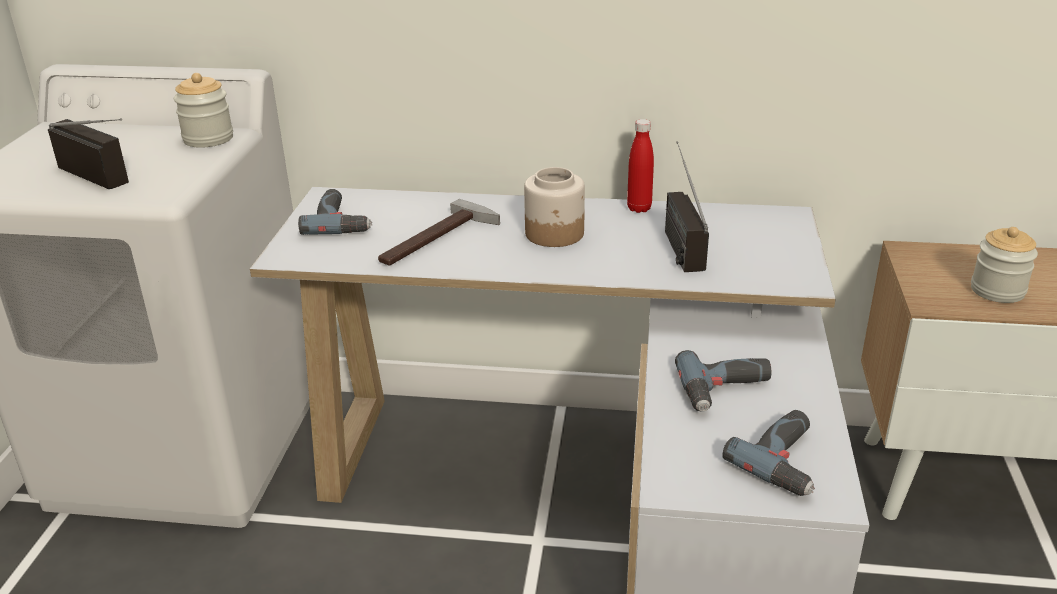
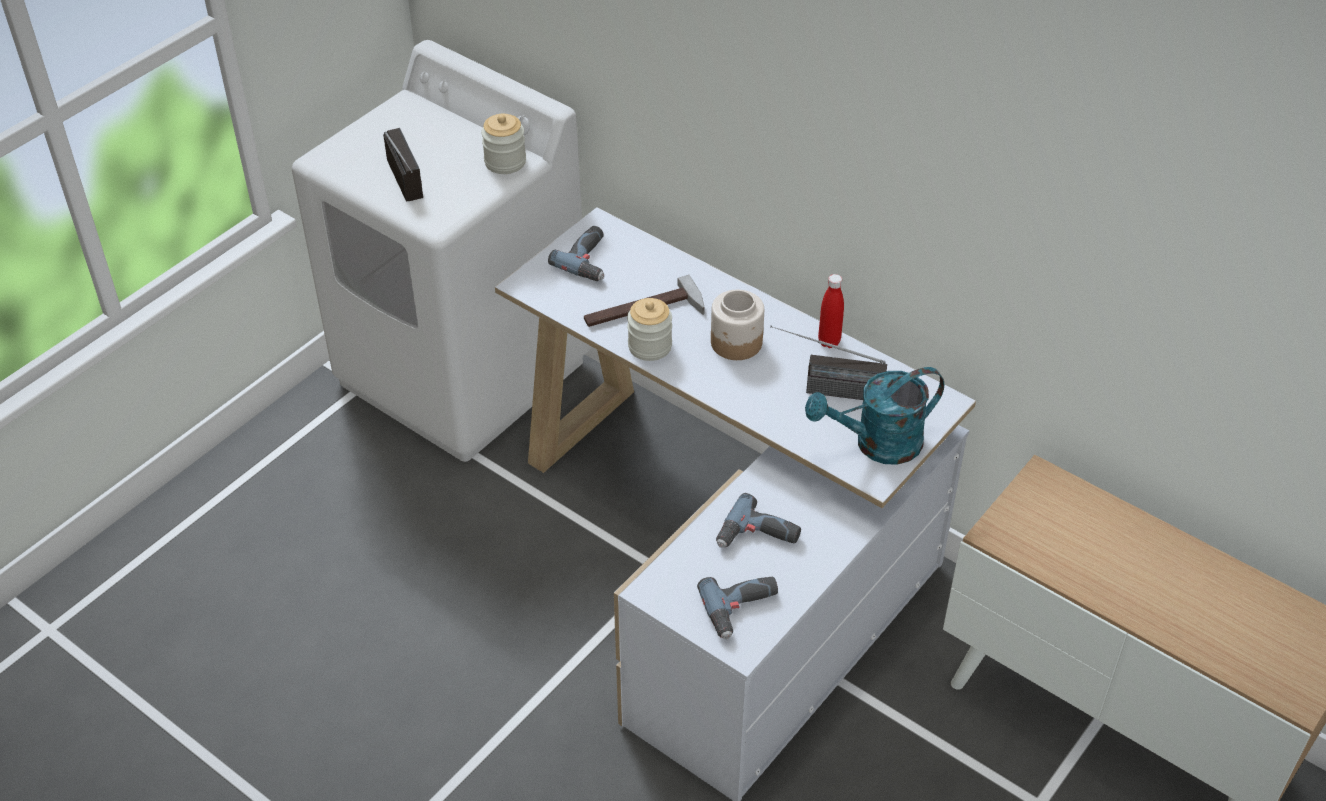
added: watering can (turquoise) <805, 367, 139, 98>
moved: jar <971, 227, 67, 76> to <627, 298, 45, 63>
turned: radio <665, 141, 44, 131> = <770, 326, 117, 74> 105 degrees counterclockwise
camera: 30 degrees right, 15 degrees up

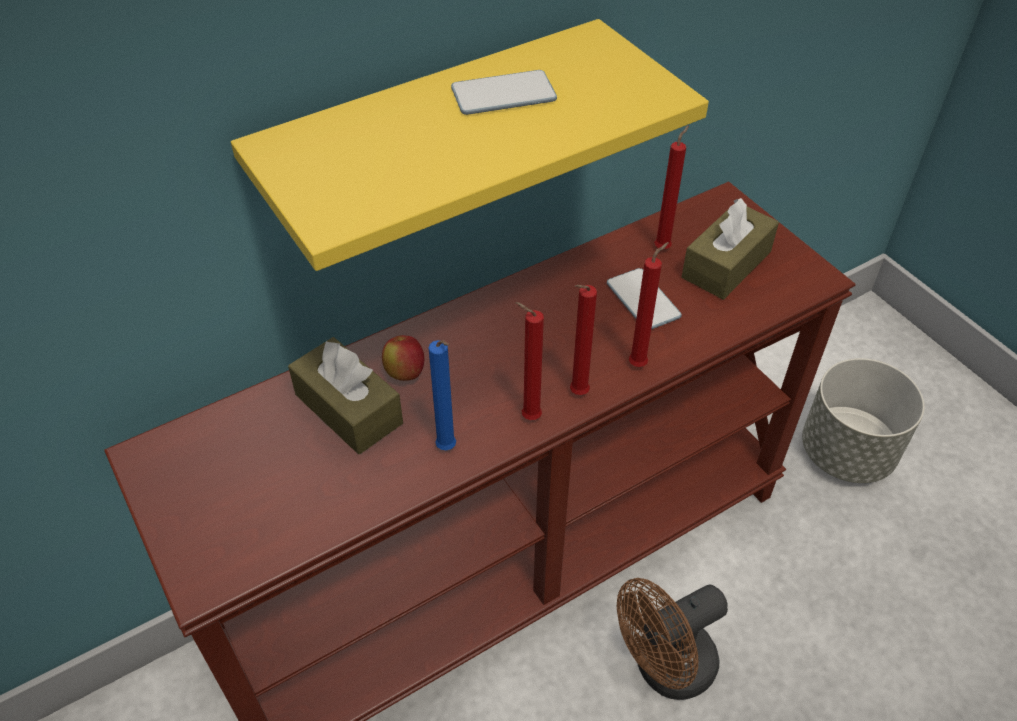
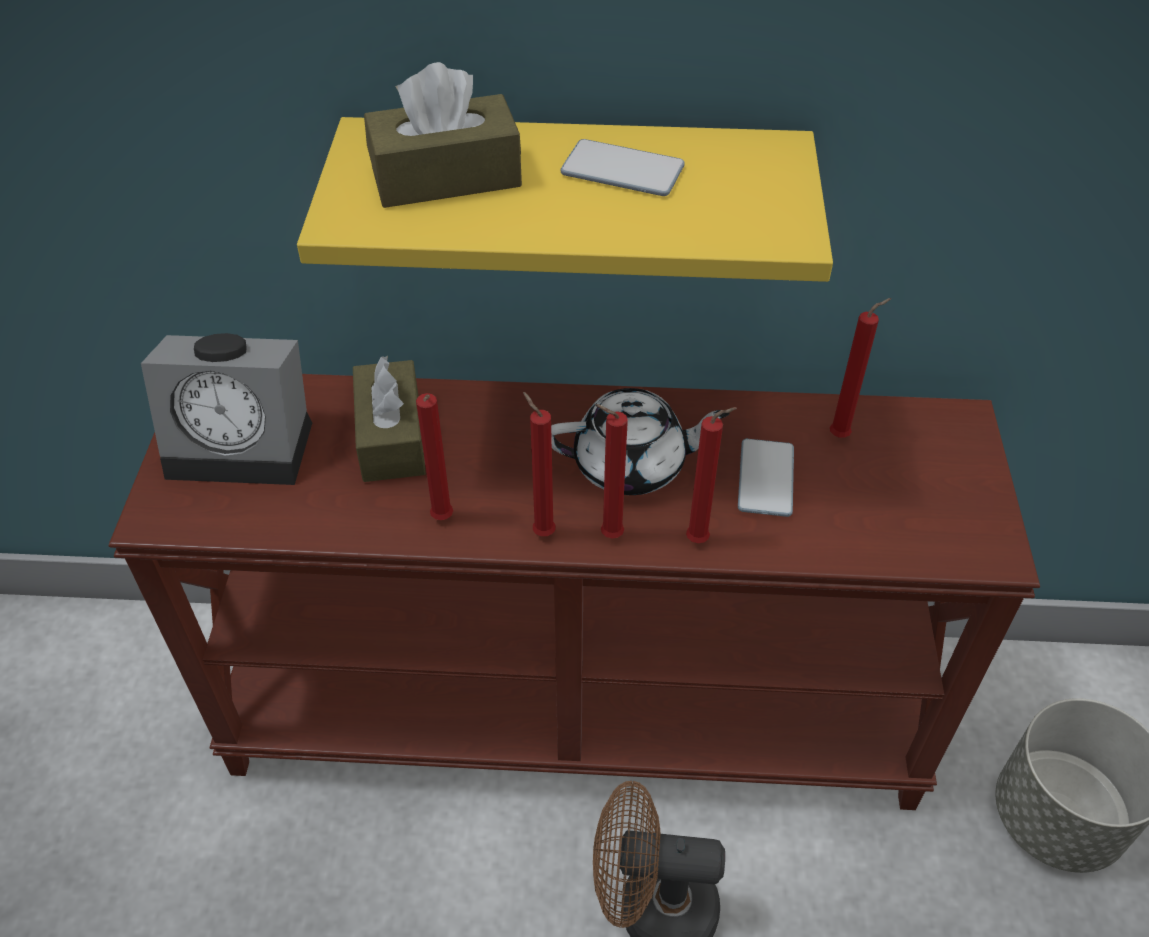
removed: apple <382, 335, 42, 46>
added: alarm clock <141, 333, 171, 152>; teapot (white) <551, 388, 179, 107>
moved: tissue box (brown) <682, 198, 97, 102> to <364, 62, 158, 146>
recoloured: candle (blue) <429, 340, 27, 110> to candle (red) <416, 393, 37, 127>
camera: 35 degrees right, 0 degrees up

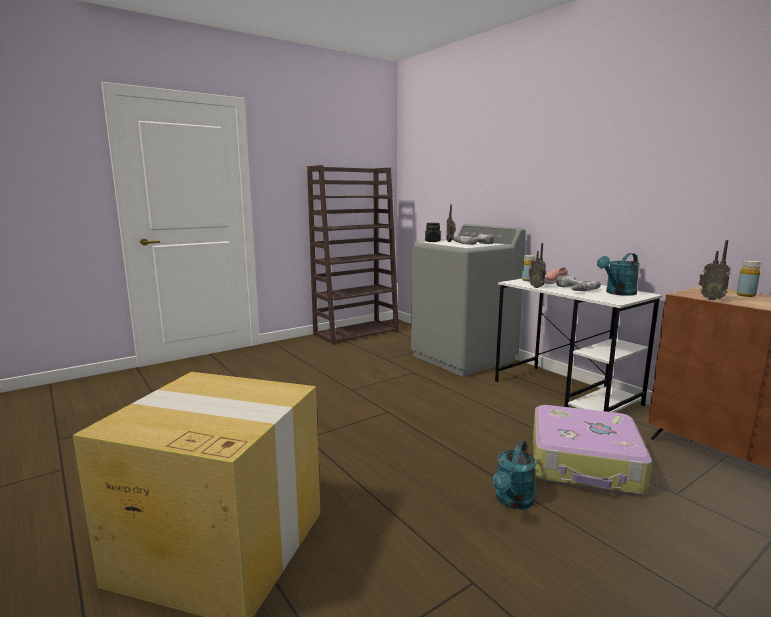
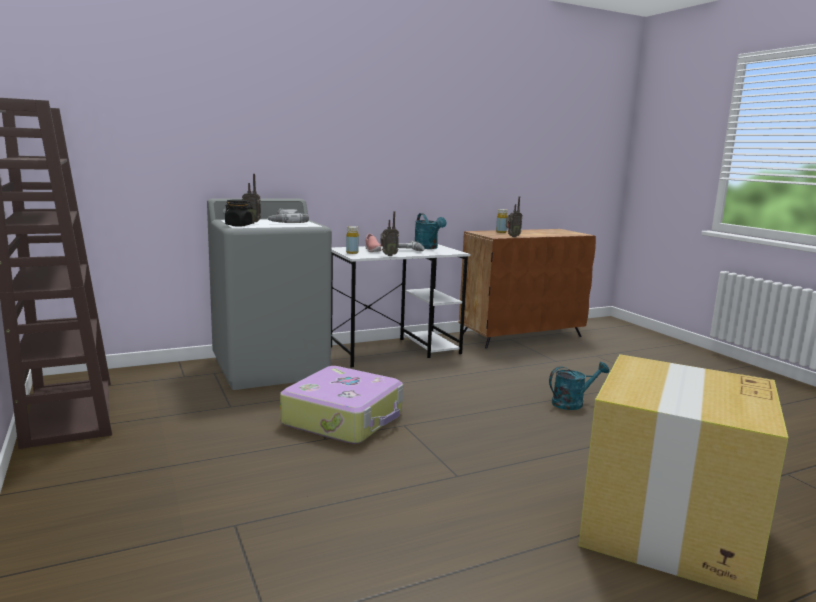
moved: suitcase <533, 405, 119, 90> to <280, 366, 123, 78>
turned: watering can (turquoise) <492, 440, 44, 69> = <549, 362, 60, 48> 60 degrees counterclockwise
camera: 80 degrees left, 0 degrees up

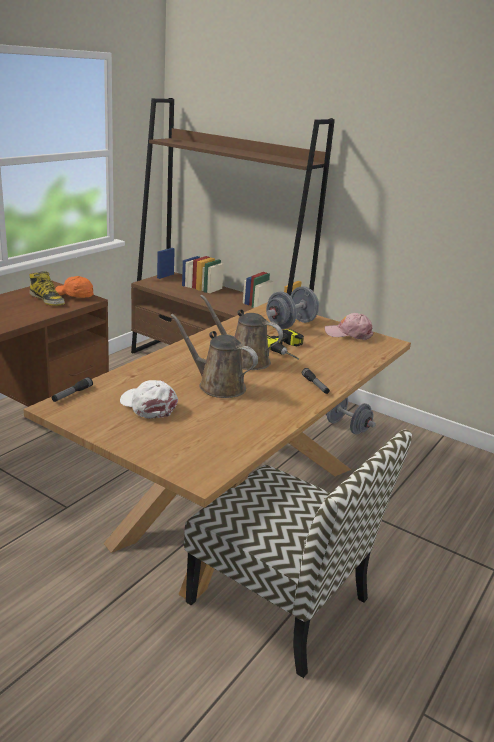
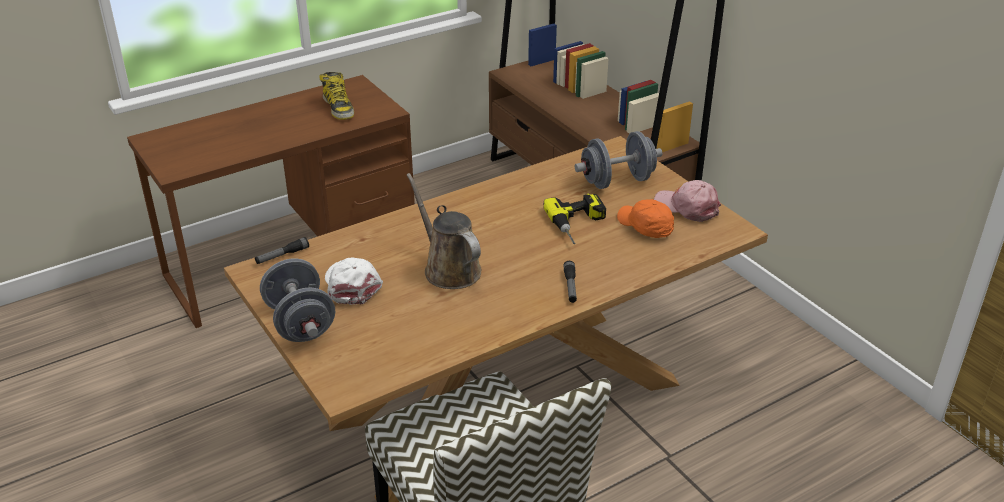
removed: watering can (brown) <200, 295, 83, 75>
moved: cap (orange) <55, 276, 39, 22> to <617, 199, 57, 39>; dumbbell (grey) <326, 397, 50, 37> to <260, 258, 75, 84>
camera: 25 degrees right, 10 degrees up

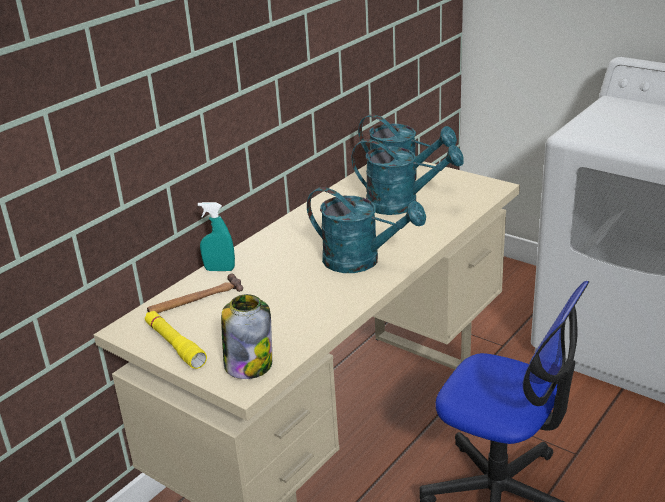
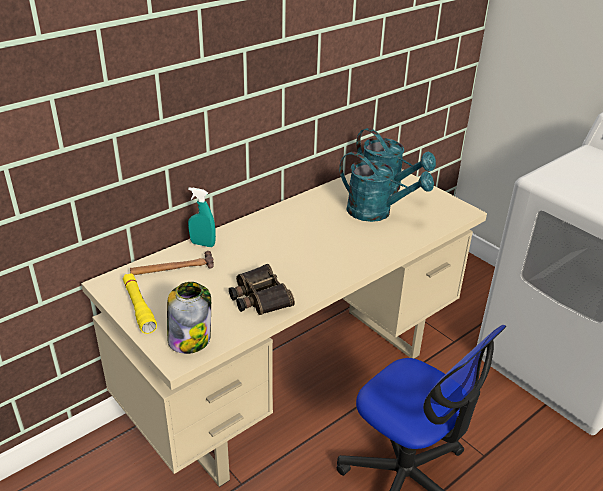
removed: watering can (turquoise) <307, 187, 119, 86>
added: binoculars <229, 264, 66, 51>
camera: 10 degrees right, 5 degrees up

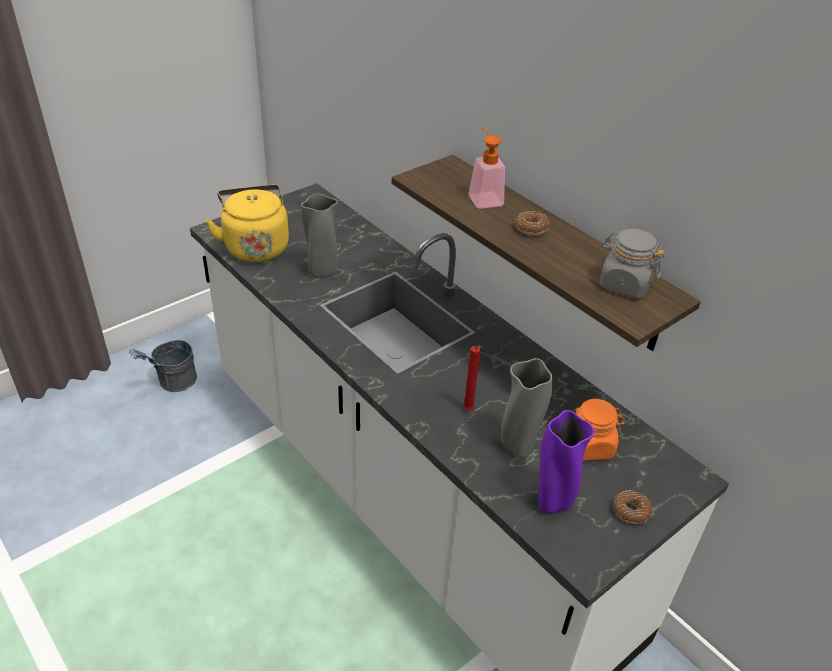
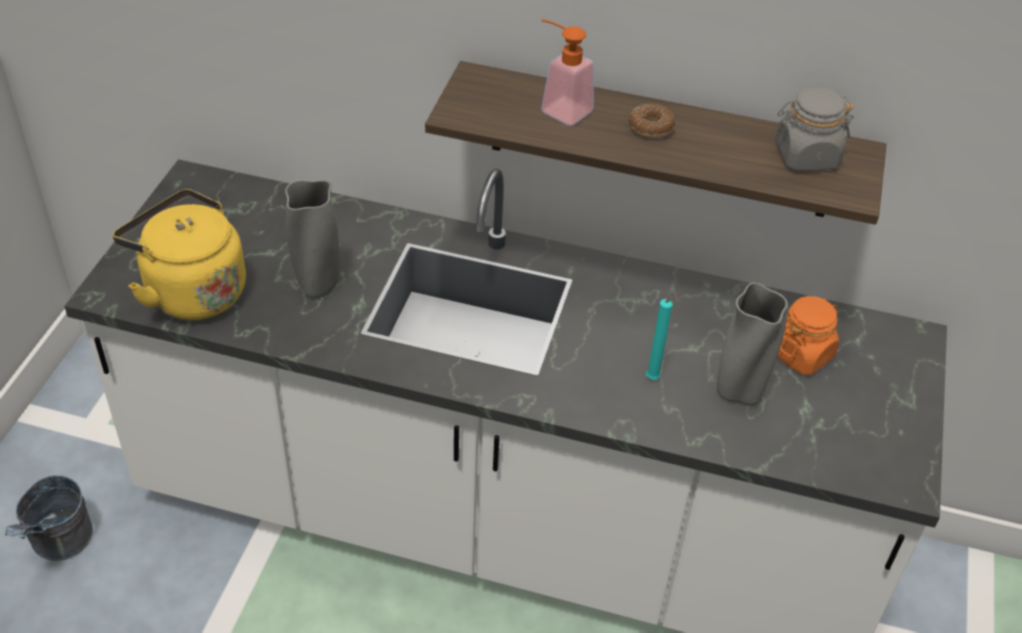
removed: vase (purple) <538, 410, 56, 104>; donut <613, 490, 40, 34>
recoloured: candle (red) <463, 345, 20, 66> to candle (turquoise) <646, 297, 35, 83>
camera: 35 degrees left, 5 degrees up

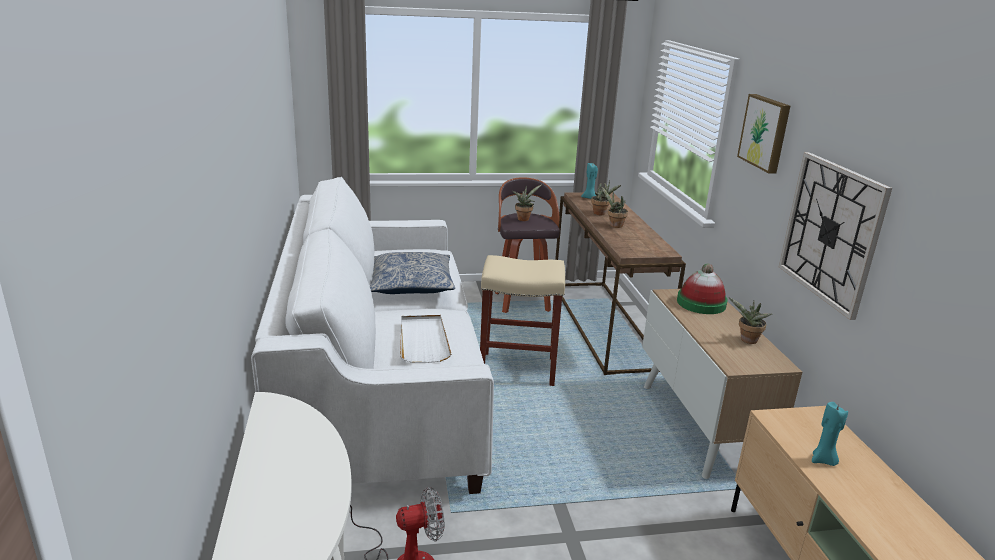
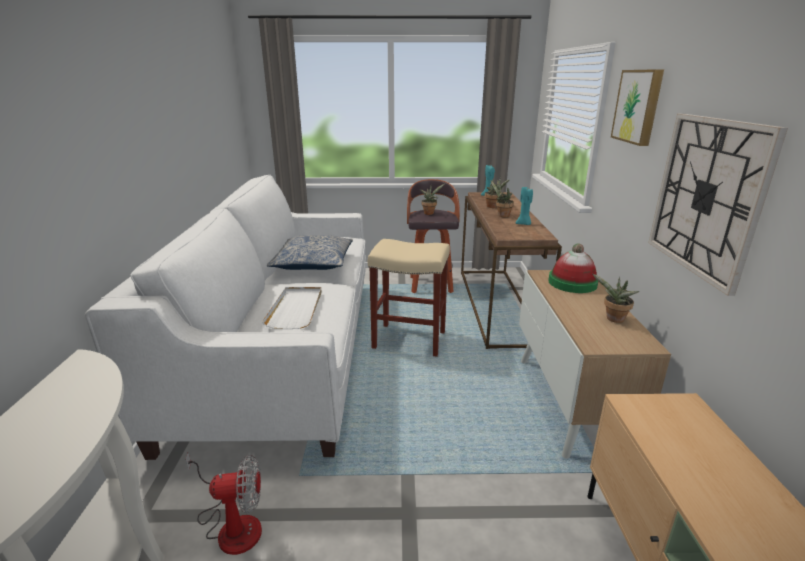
moved: candle (turquoise) <812, 402, 36, 64> to <516, 187, 17, 38>
camera: 10 degrees right, 0 degrees up

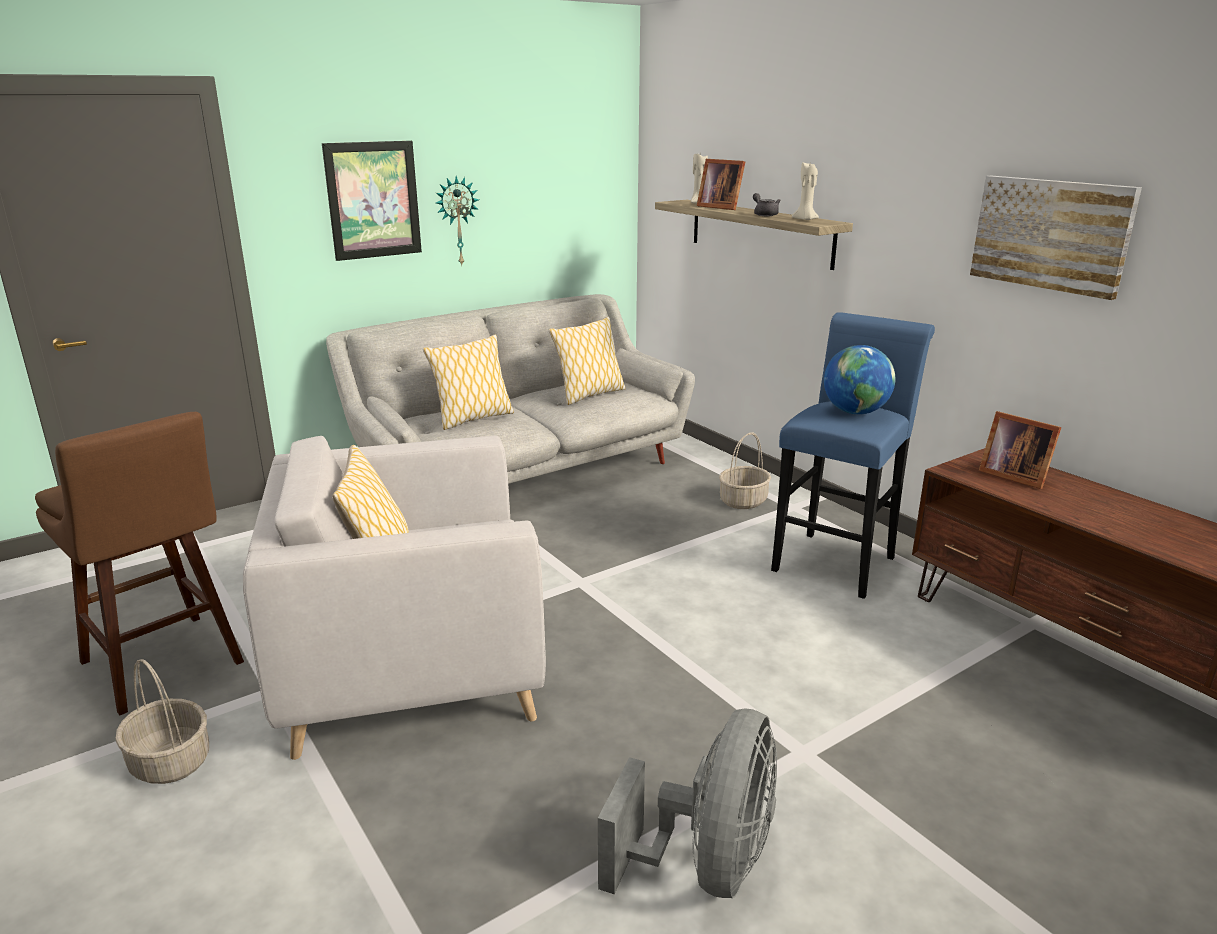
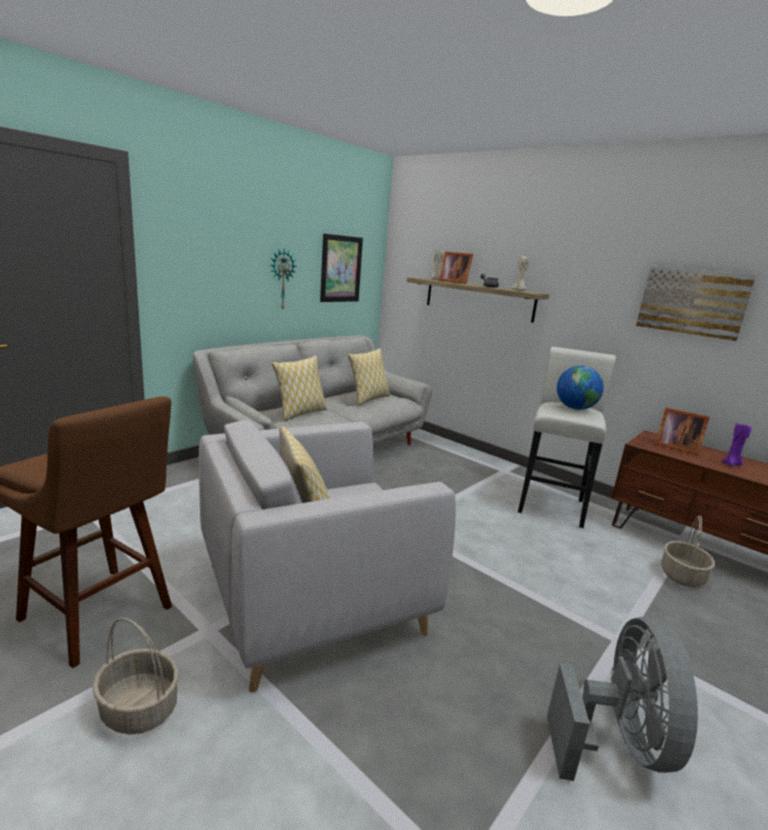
added: candle (purple) <722, 423, 29, 43>
moved: picture <322, 141, 100, 120> to <320, 233, 43, 69>; basket <719, 432, 52, 77> to <661, 515, 54, 72>
recoloured: stool (blue) <771, 312, 164, 287> to stool (white) <518, 347, 98, 181>
camera: 15 degrees left, 5 degrees down

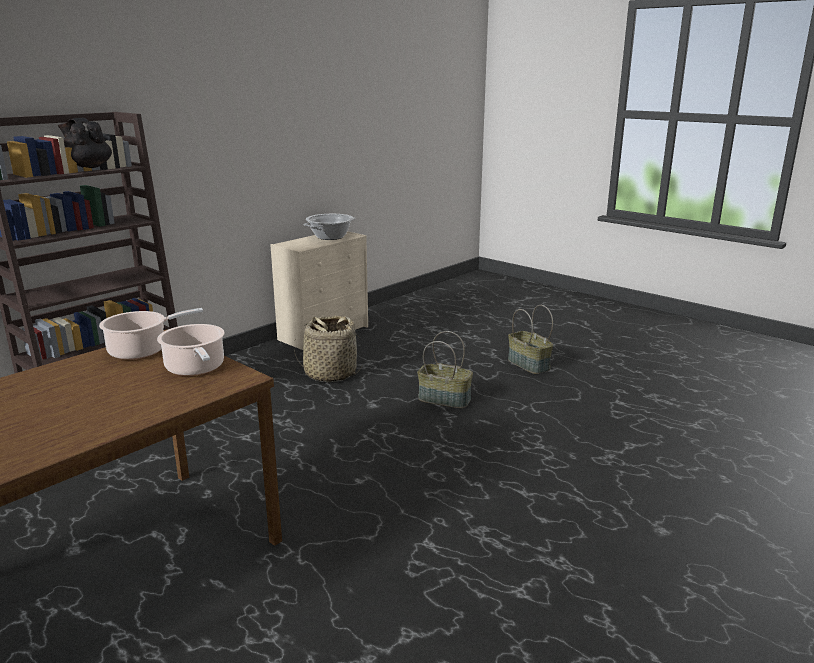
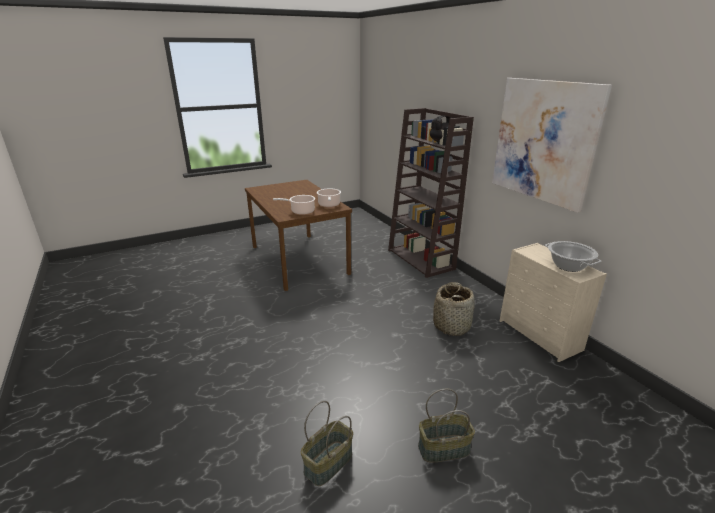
added: picture <492, 78, 120, 135>
moved: basket <417, 331, 56, 77> to <301, 401, 52, 85>
camera: 110 degrees right, 5 degrees up

